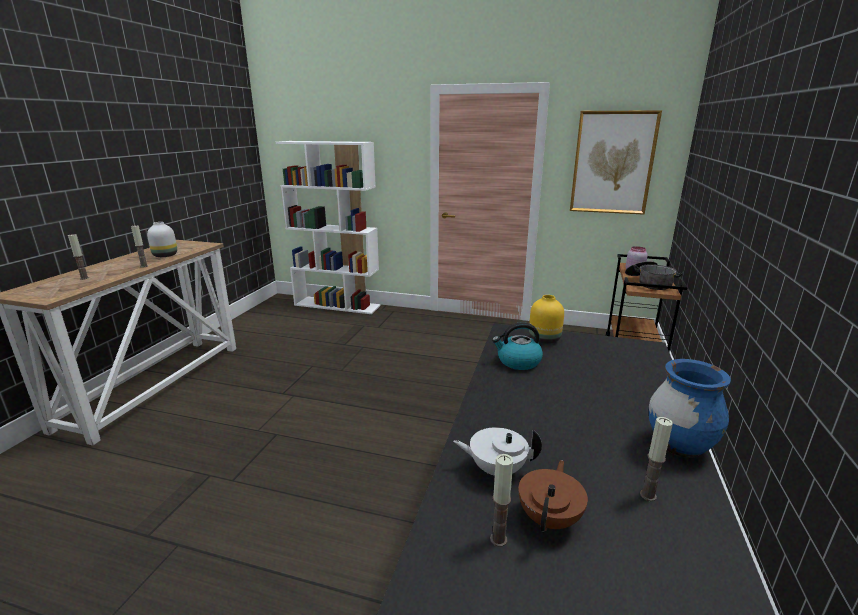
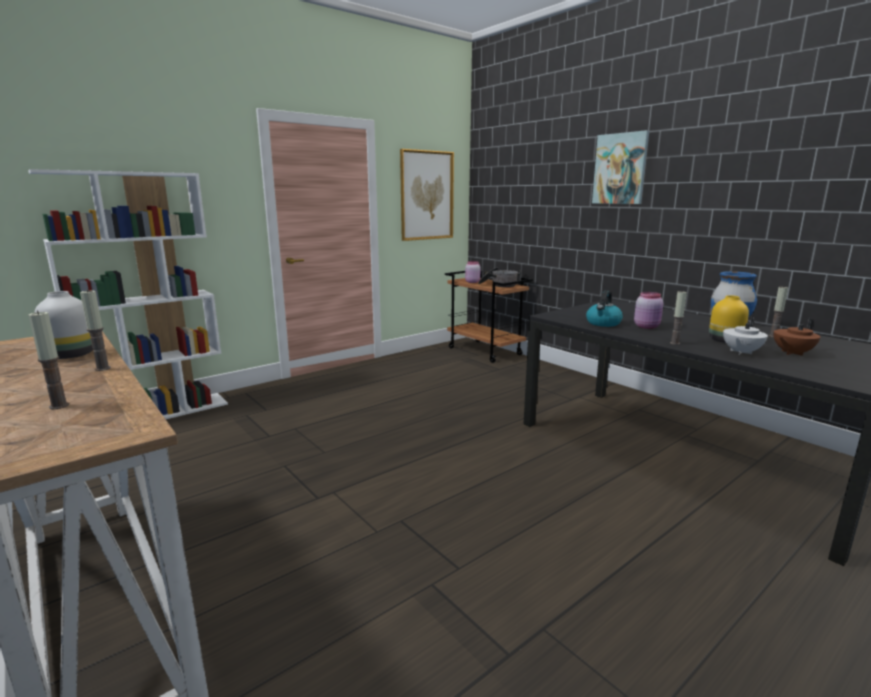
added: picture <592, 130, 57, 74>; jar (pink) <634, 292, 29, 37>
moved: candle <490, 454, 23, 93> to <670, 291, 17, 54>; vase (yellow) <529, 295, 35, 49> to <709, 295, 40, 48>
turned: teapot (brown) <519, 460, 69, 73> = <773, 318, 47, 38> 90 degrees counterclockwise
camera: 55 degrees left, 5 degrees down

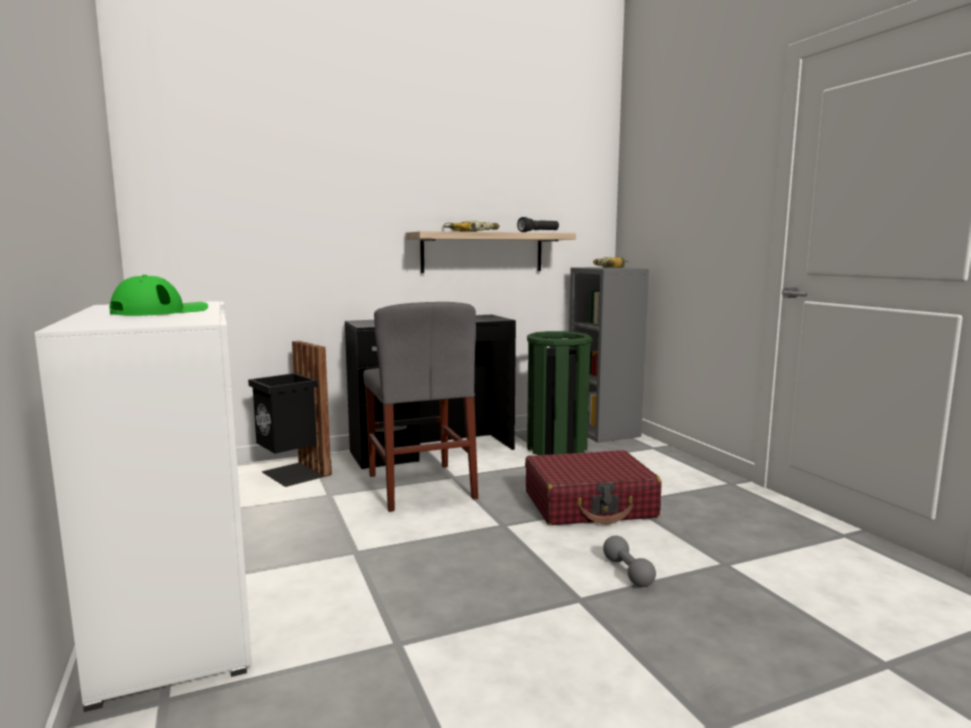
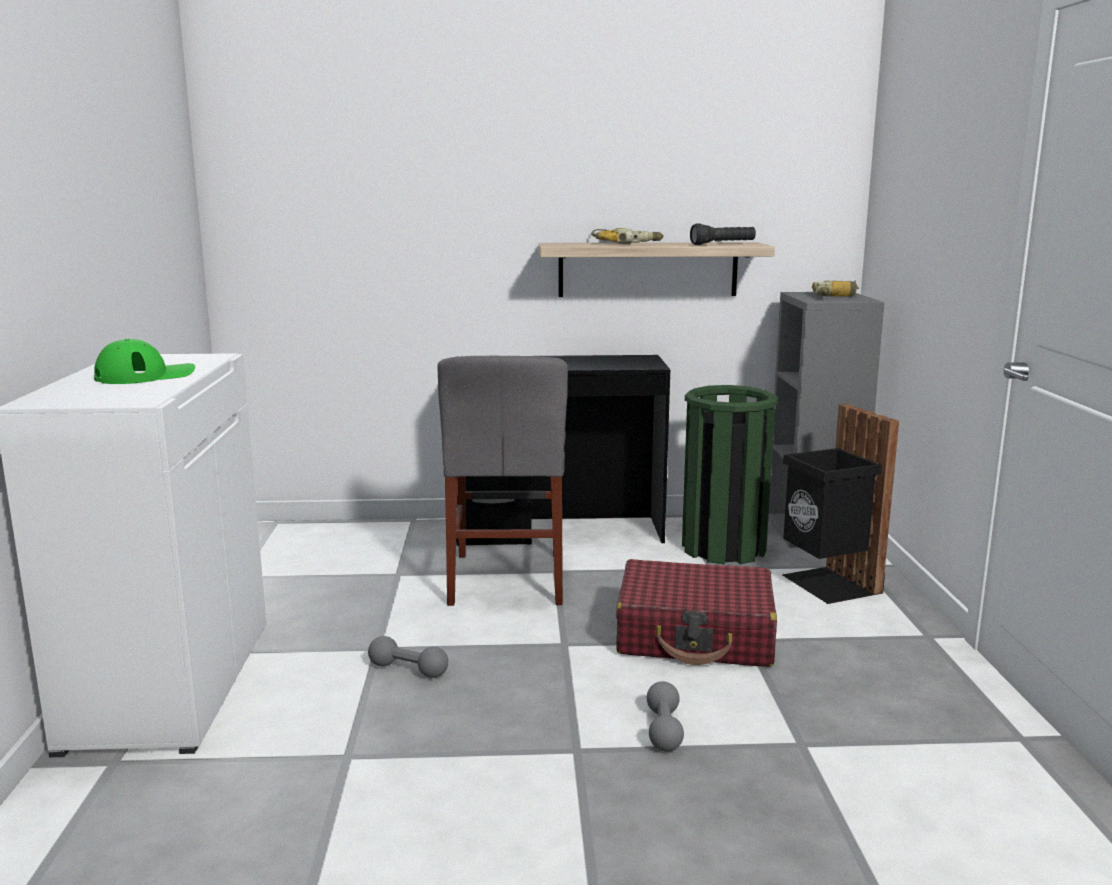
added: dumbbell (grey) <368, 636, 80, 42>
moved: trash can (black) <248, 341, 84, 146> to <783, 404, 116, 200>
camera: 20 degrees right, 5 degrees up

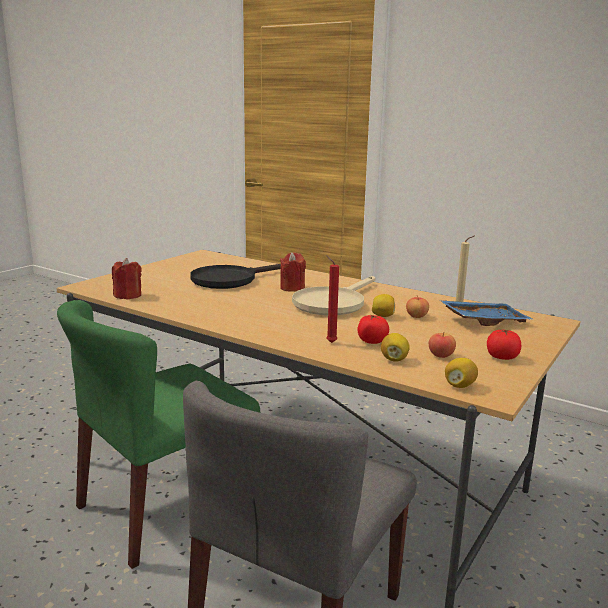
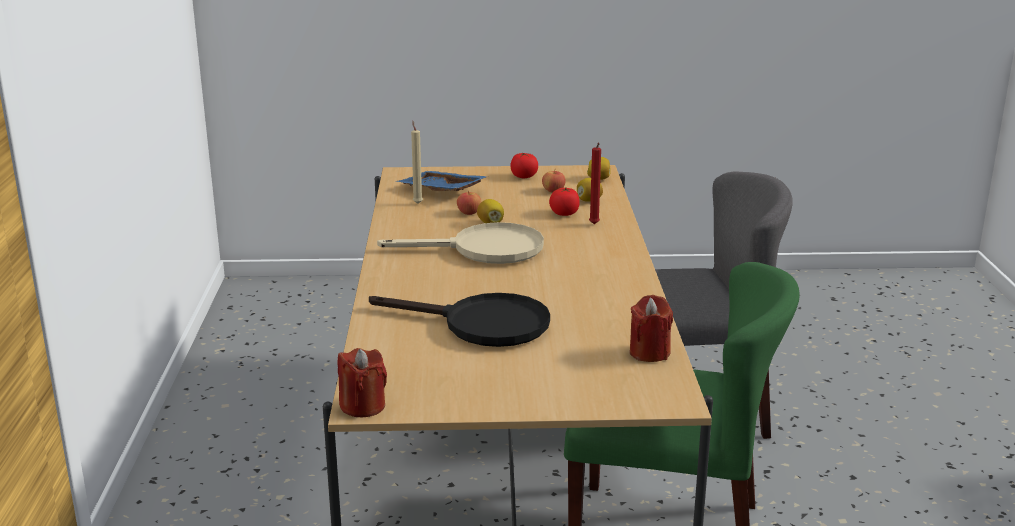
moved: candle (red) <280, 252, 26, 40> to <338, 348, 49, 69>
camera: 125 degrees left, 5 degrees up

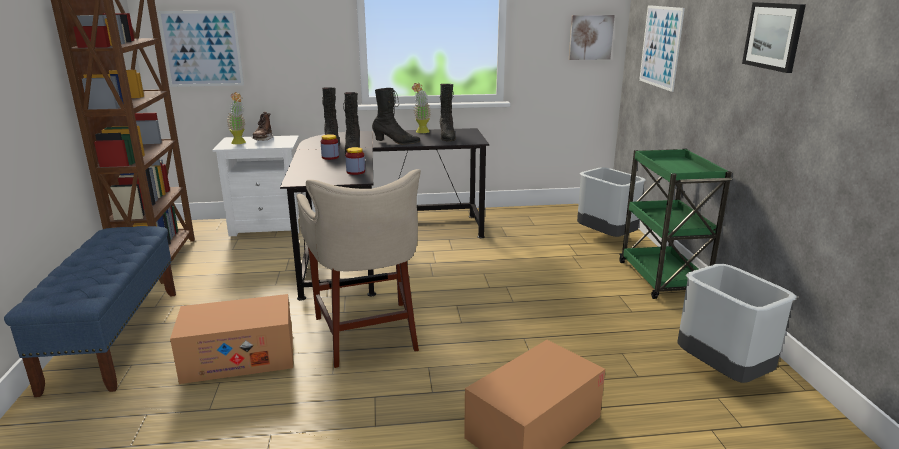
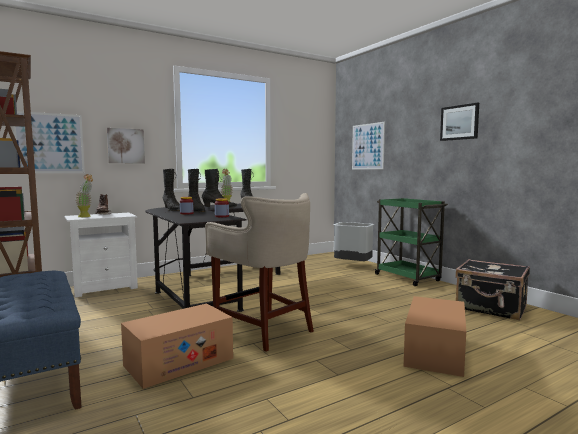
moved: picture <569, 15, 46, 45> to <107, 128, 38, 36>
replaced: trash can (grey) <677, 264, 120, 119> to suitcase (black) <455, 259, 75, 61>
camera: 25 degrees left, 15 degrees down

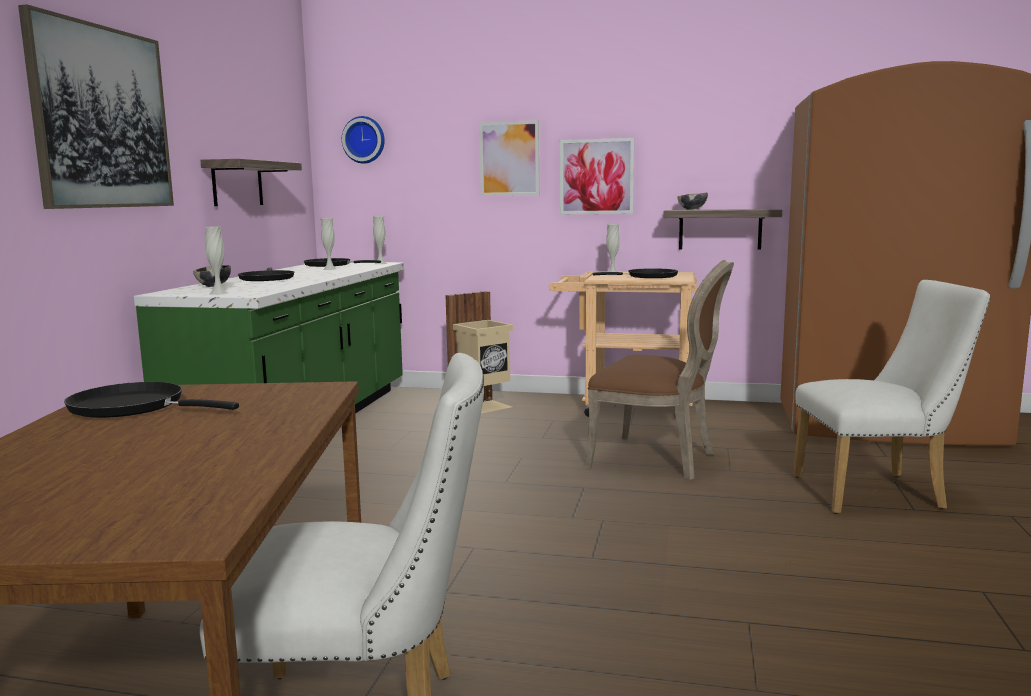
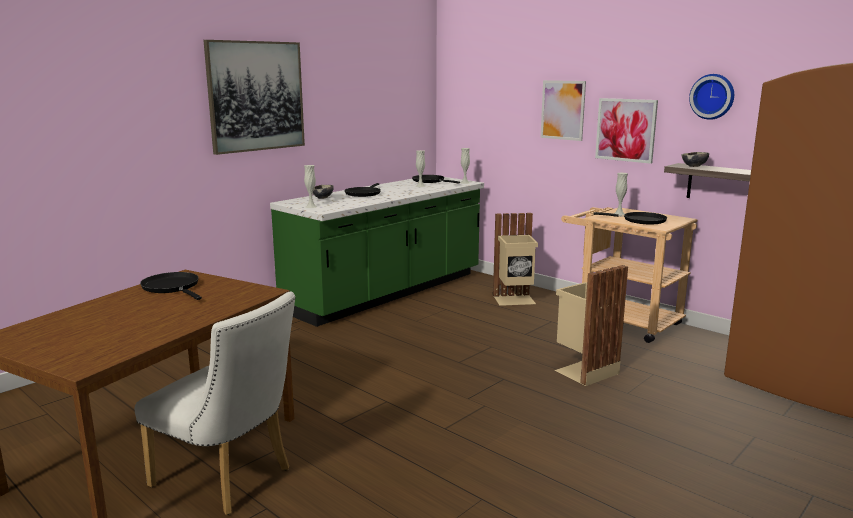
removed: shelf <200, 159, 102, 47>; chair (white) <793, 280, 198, 234>
moved: wall clock <342, 116, 43, 48> to <689, 74, 45, 46>
replaced: chair (brown) <585, 260, 149, 220> to trash can (beige) <554, 265, 74, 121>
camera: 30 degrees right, 5 degrees up

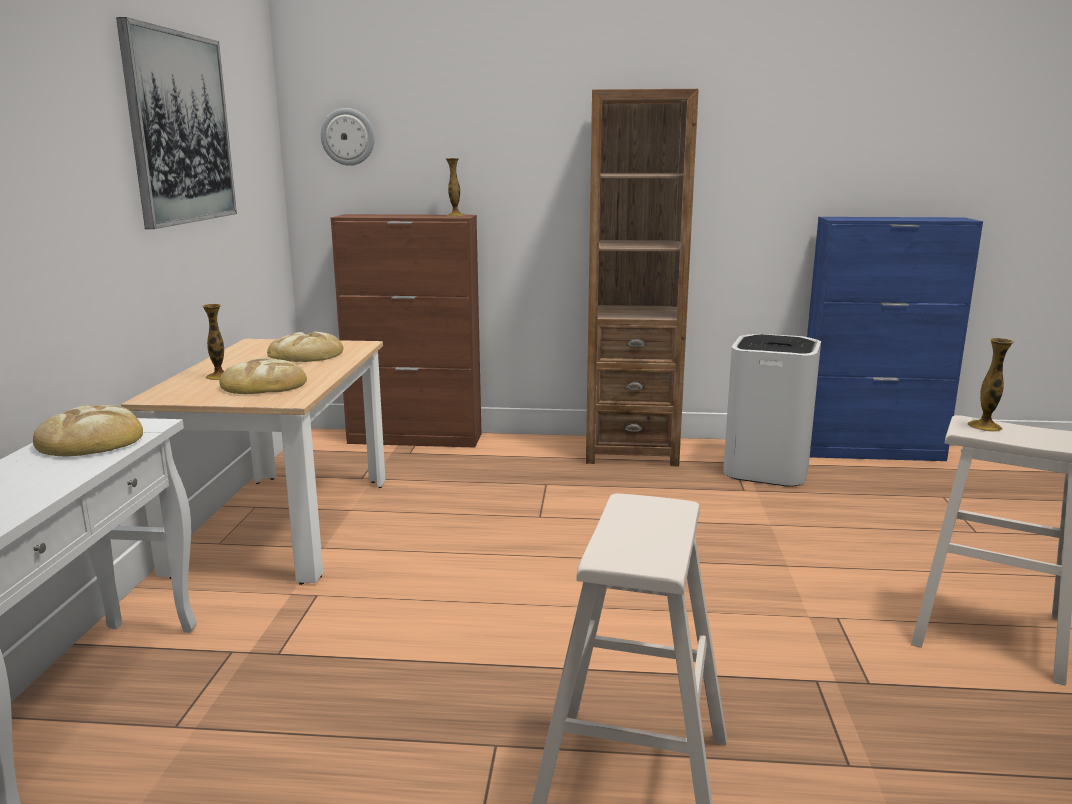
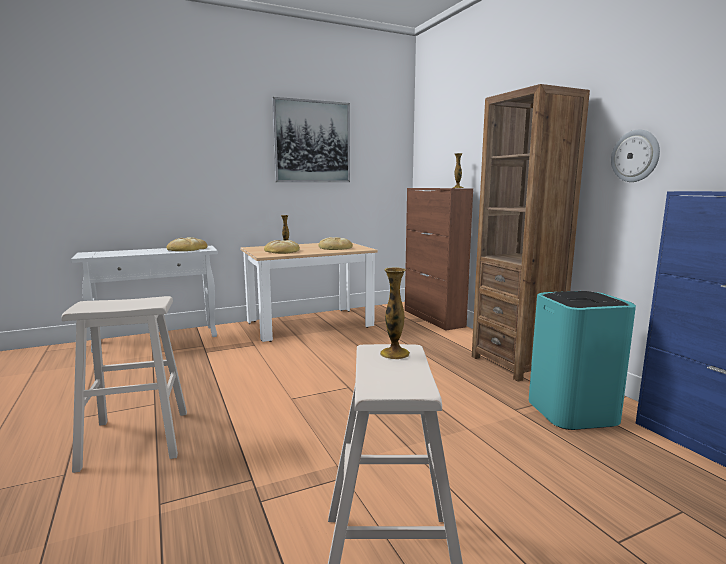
moved: wall clock <321, 108, 54, 58> to <611, 130, 49, 52>
recoloured: trash can (white) <723, 334, 98, 153> to trash can (turquoise) <529, 291, 107, 139>
camera: 60 degrees right, 5 degrees down

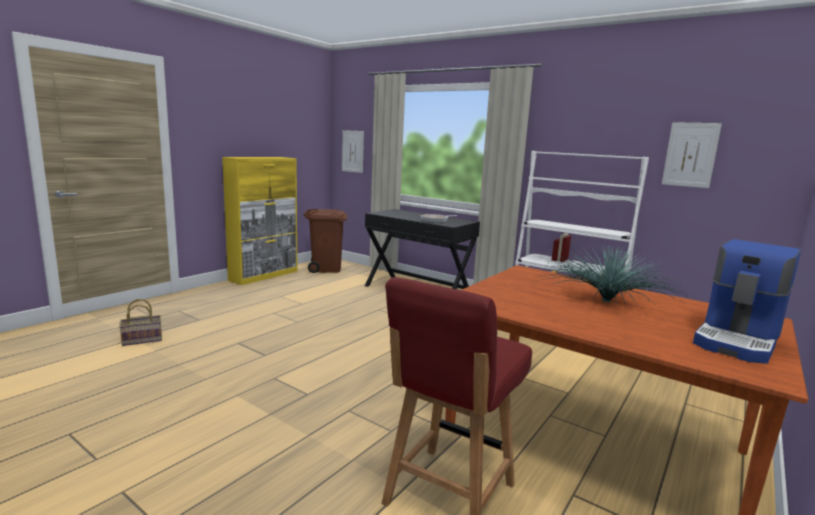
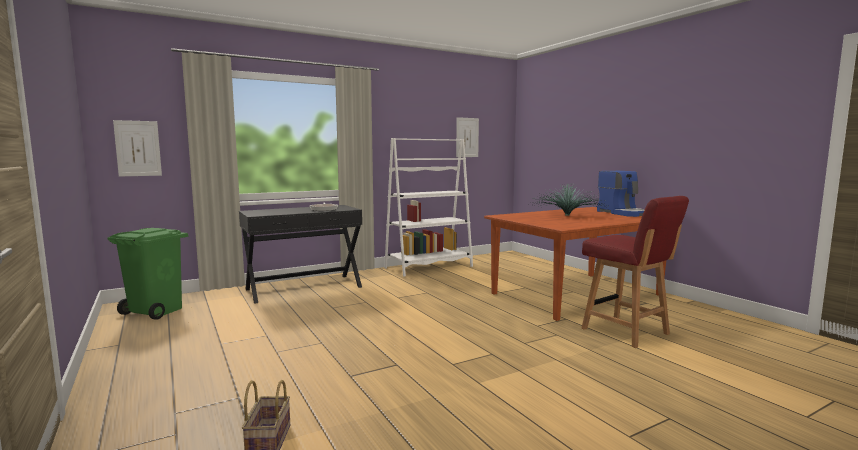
removed: cabinet (yellow) <222, 157, 75, 128>
recoloured: trash can (brown) <303, 209, 45, 64> to trash can (green) <107, 228, 81, 92>
camera: 65 degrees left, 5 degrees down

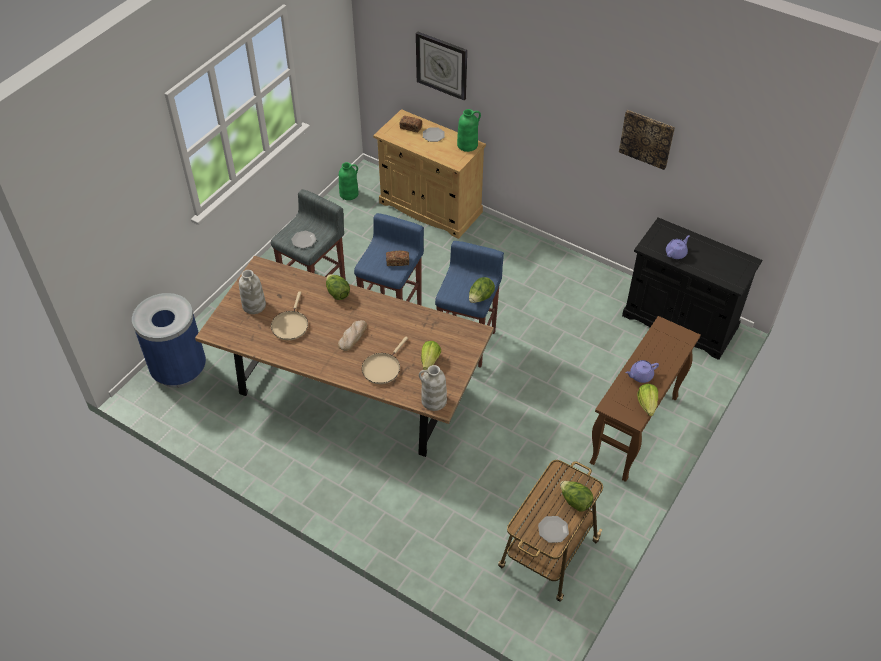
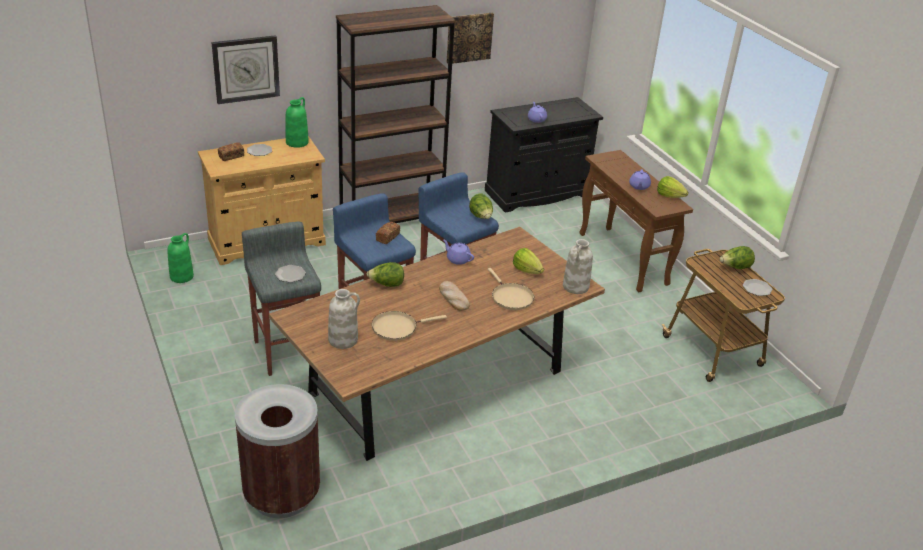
added: bookcase (brown) <336, 5, 119, 218>; teapot (purple) <443, 240, 31, 25>
recoloured: trash can (blue) <132, 293, 74, 95> to trash can (brown) <235, 384, 85, 134>
turned: frying pan (beige) <271, 291, 37, 49> = <372, 311, 75, 30> 120 degrees clockwise
camera: 60 degrees left, 15 degrees down

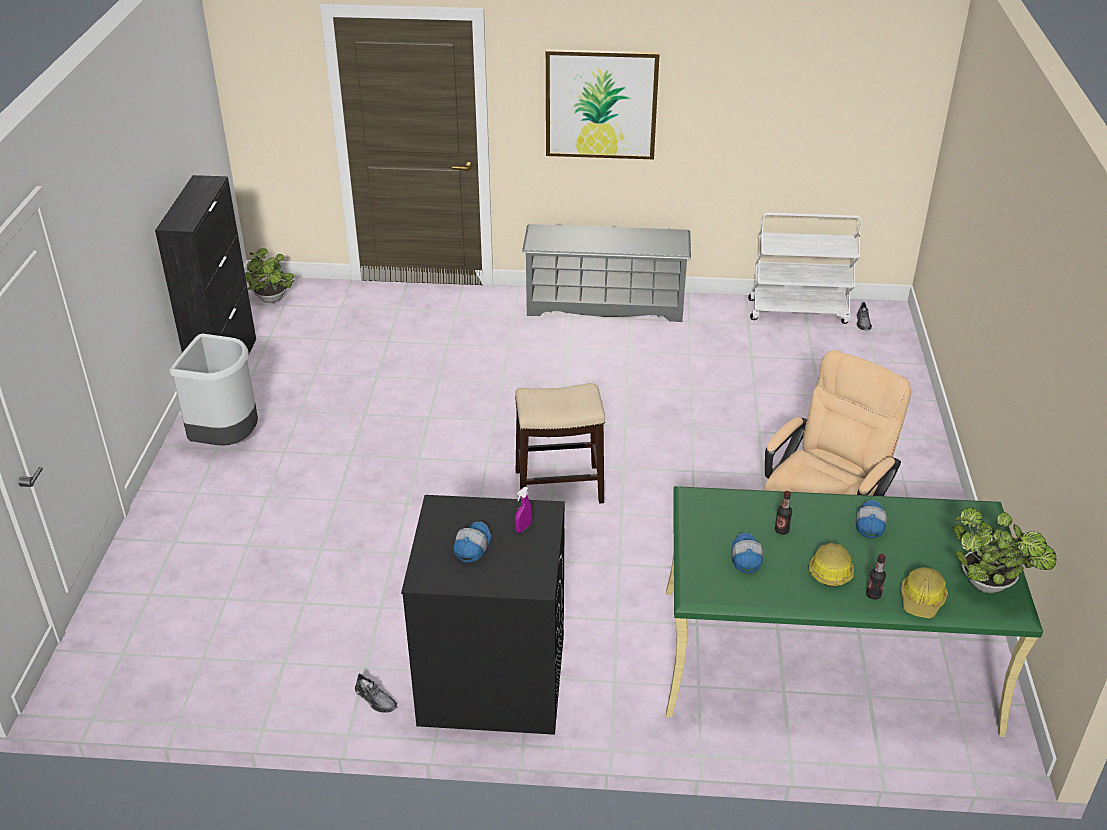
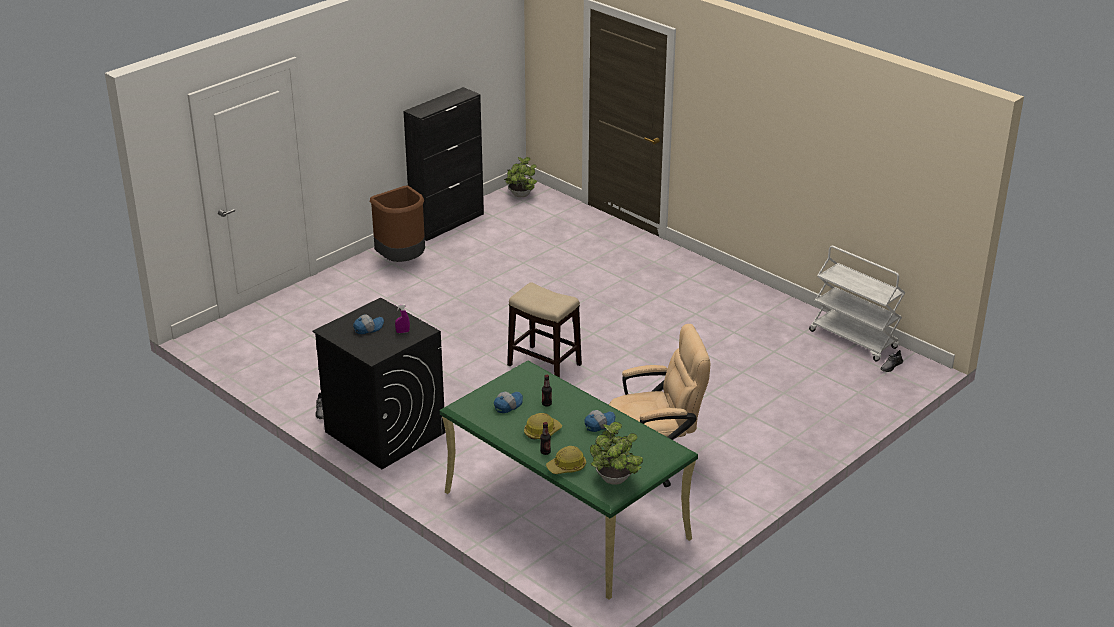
removed: shoe rack (grey) <522, 224, 169, 98>; picture <546, 49, 114, 110>
recoloured: trash can (grey) <170, 333, 88, 112> to trash can (brown) <370, 186, 55, 76>
camera: 40 degrees right, 5 degrees down

